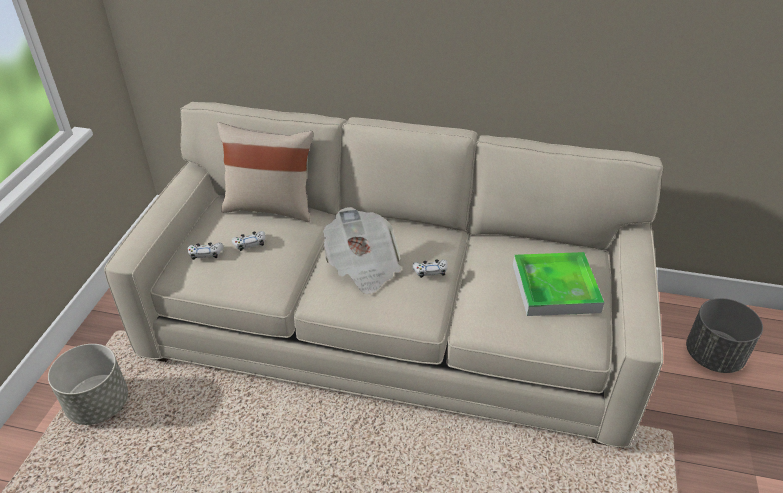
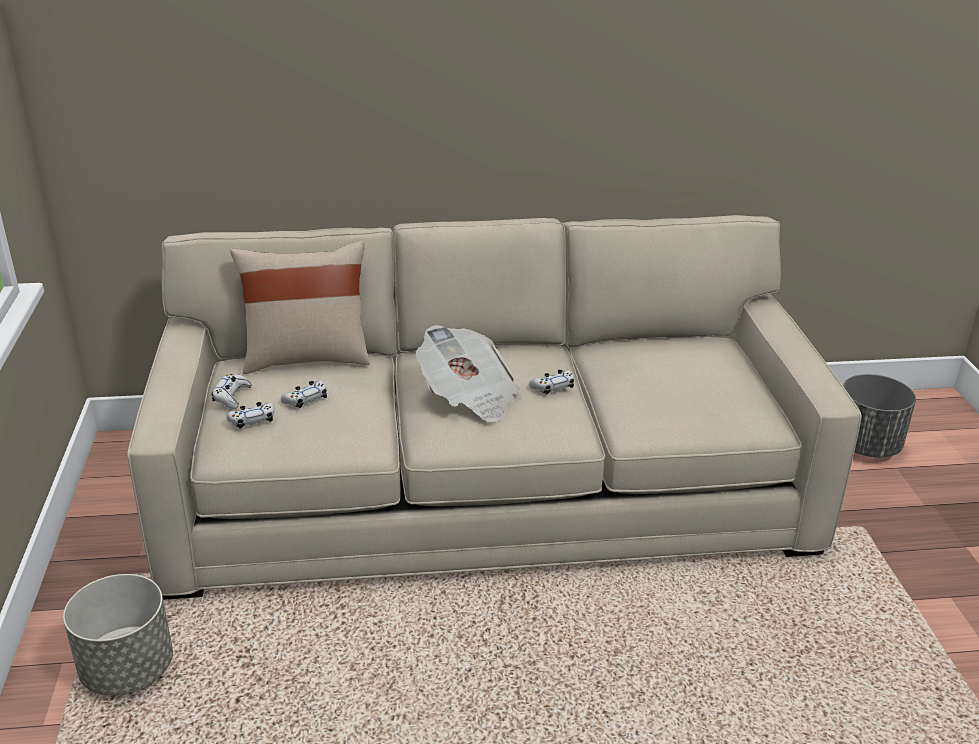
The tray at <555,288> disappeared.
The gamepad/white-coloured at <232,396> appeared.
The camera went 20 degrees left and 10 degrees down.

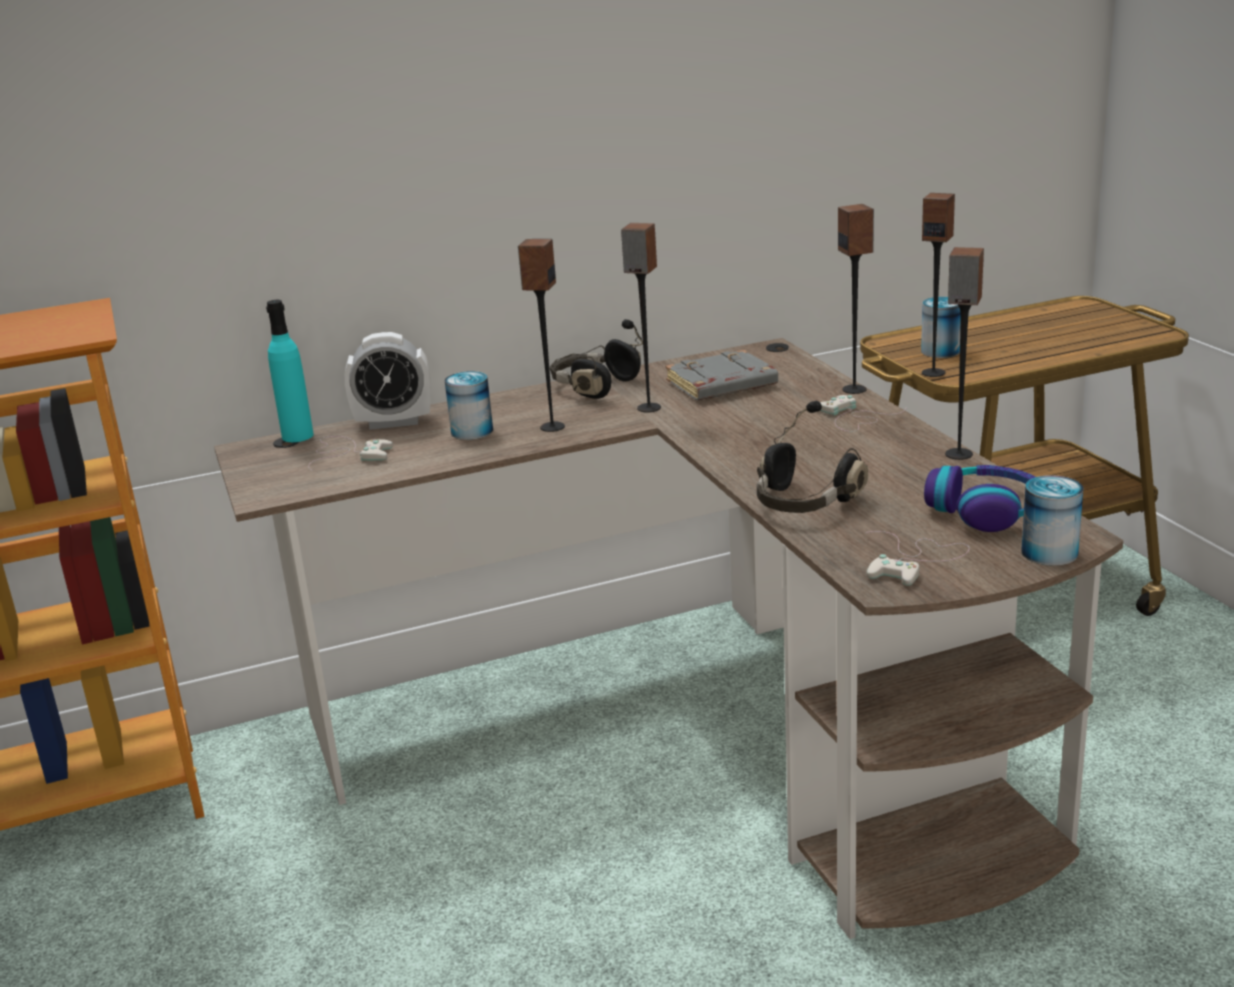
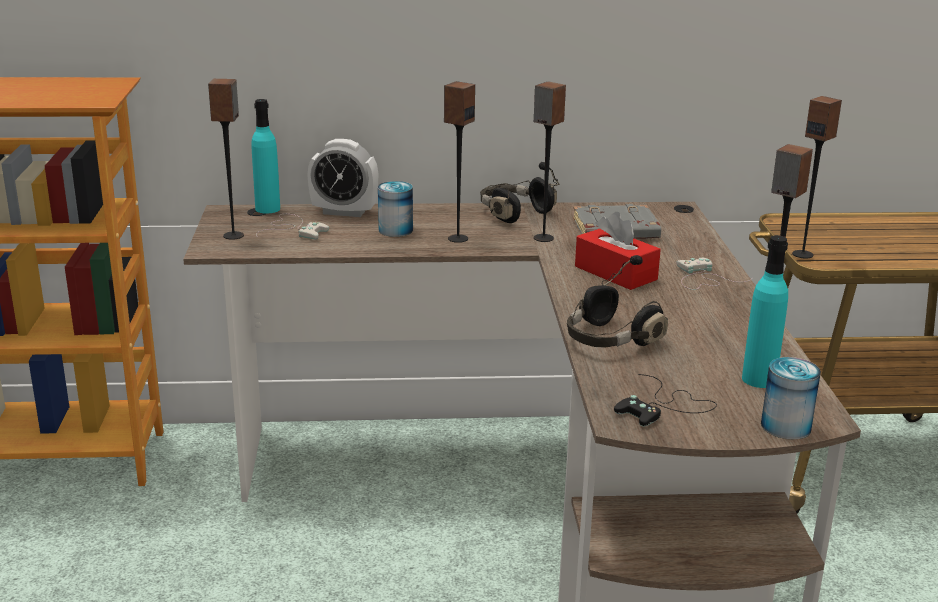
The loudspeaker moved from <855,389> to <234,236>.
The can at <940,351> disappeared.
The pair of headphones at <988,511> was replaced by the drink bottle/blue-green at <759,379>.
The gamepad/white-coloured at <915,561> became the gamepad/blackish at <665,407>.
The box of tissues/reddish at <615,273> appeared.
The camera went 15 degrees right and 0 degrees up.

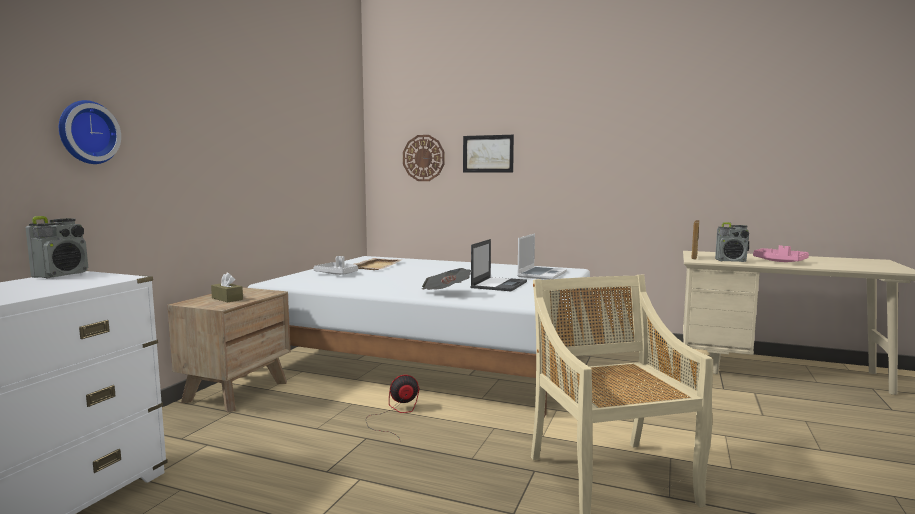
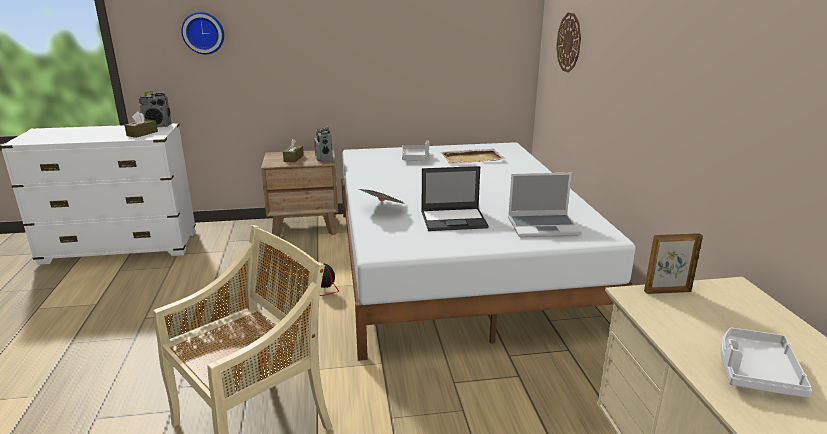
The picture at <488,154> disappeared.
The radio set moved from <731,261> to <324,159>.
The tray/pinkish at <779,261> became the tray/greyish at <755,371>.
The box of tissues/brown-coloured at <142,133> appeared.
The camera went 60 degrees right and 15 degrees up.

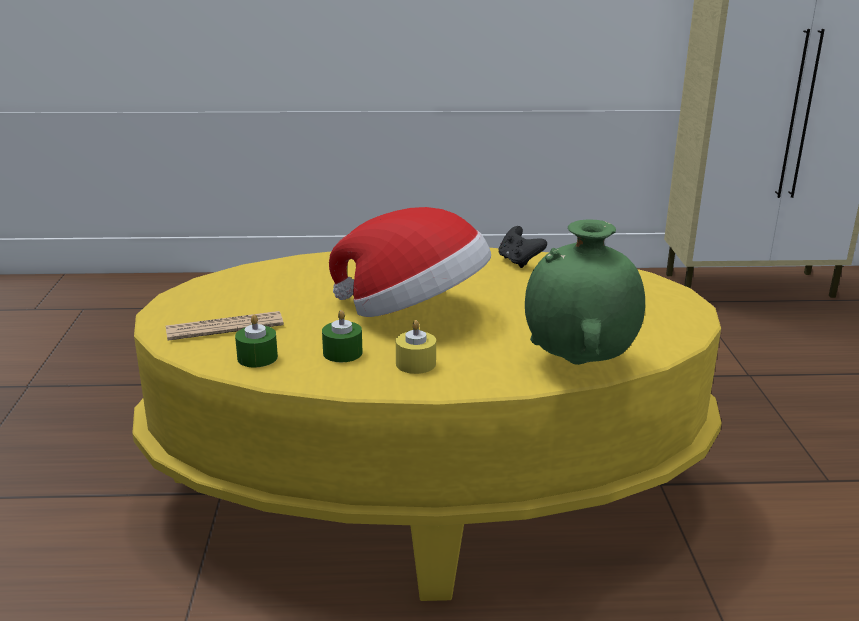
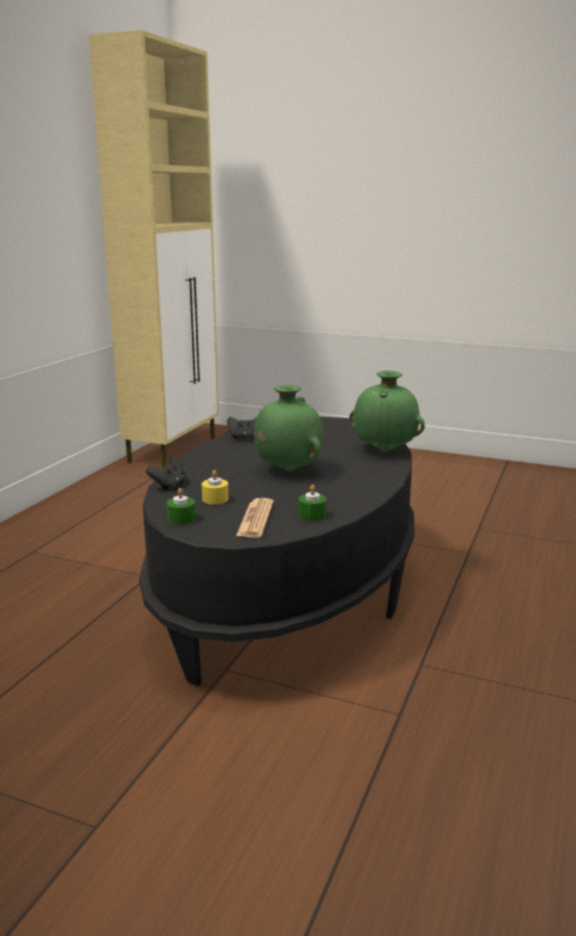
The hat at <414,311> was replaced by the flower vase/green-coloured at <288,470>.
The lounge table/yellow at <428,487> became the lounge table/blackish at <288,593>.
The wax light/green-coloured moved from <342,353> to <181,519>.
The wax light/yellow moved from <415,363> to <215,499>.
The gamepad/blackish at <169,485> appeared.
The camera went 65 degrees left and 5 degrees down.

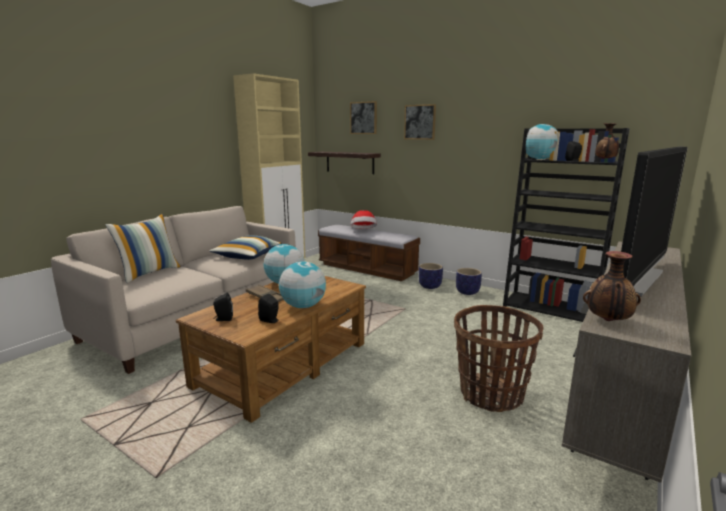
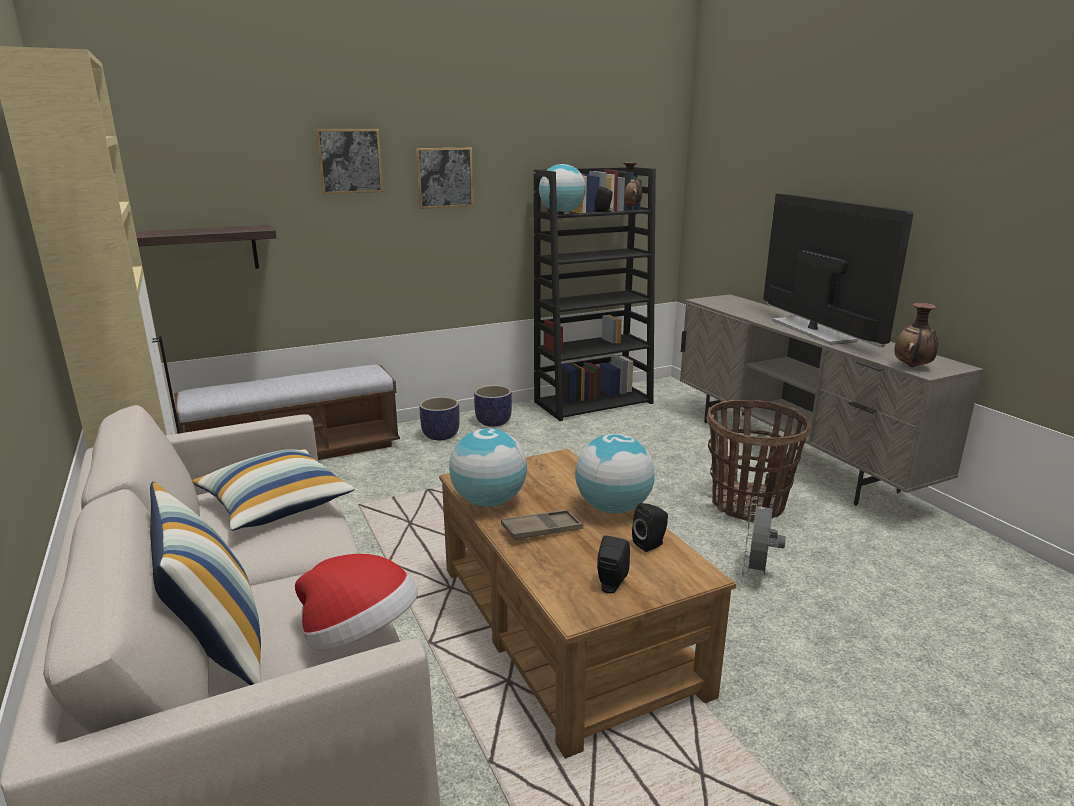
The picture moved from <363,118> to <444,177>.
The hat moved from <363,231> to <360,636>.
The cooling fan/greyish at <756,572> appeared.
The camera went 60 degrees left and 5 degrees up.

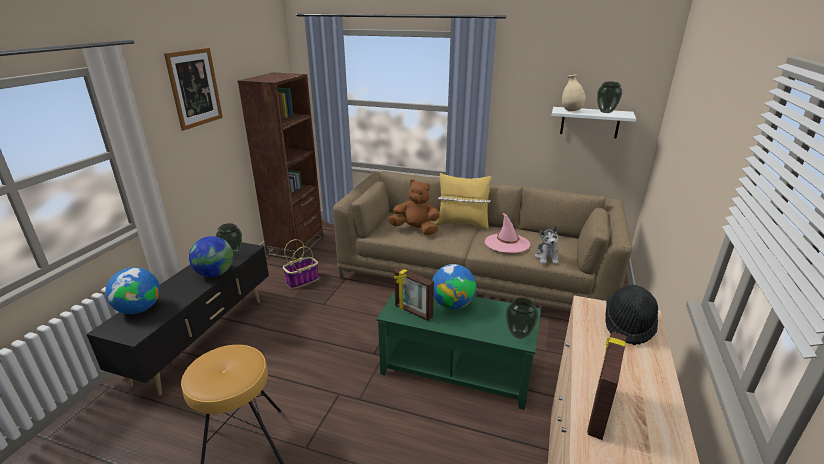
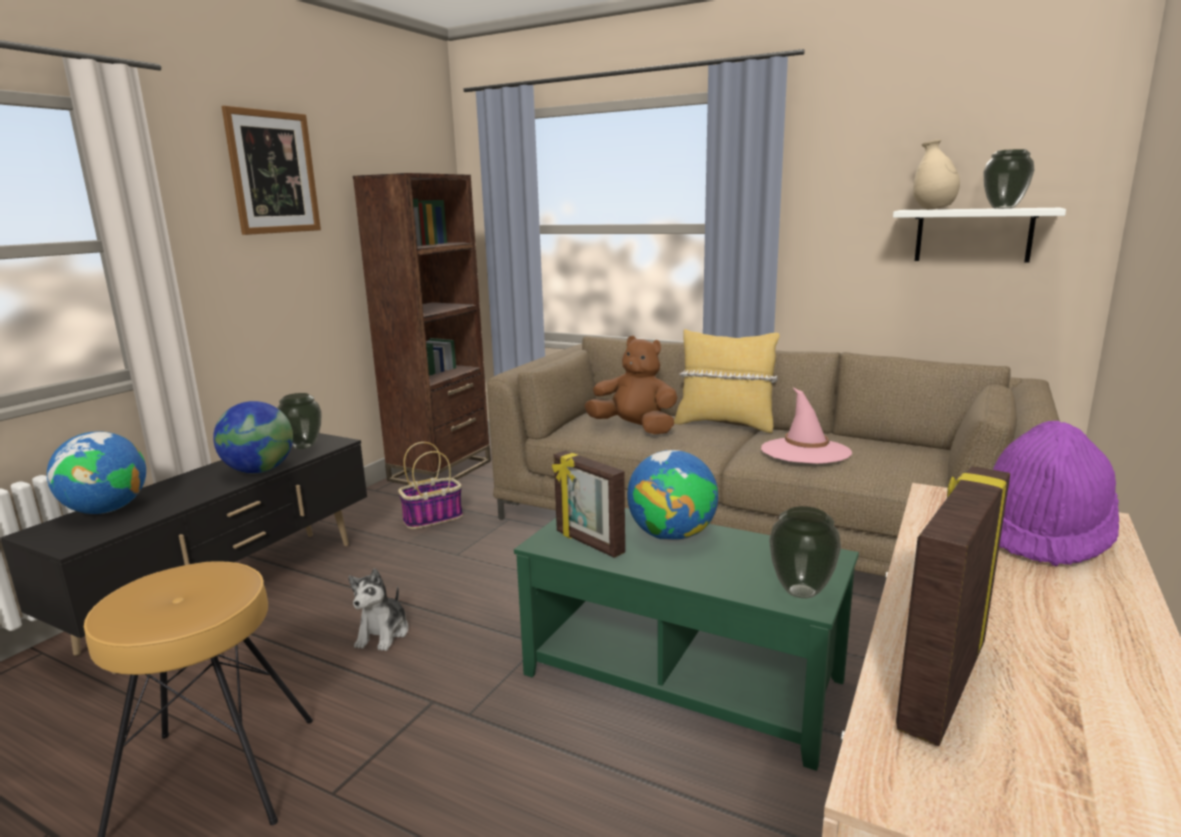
The plush toy moved from <546,257> to <383,634>.
The hat/blackish at <628,325> became the hat/purple at <1042,533>.
The camera went 10 degrees right and 10 degrees down.

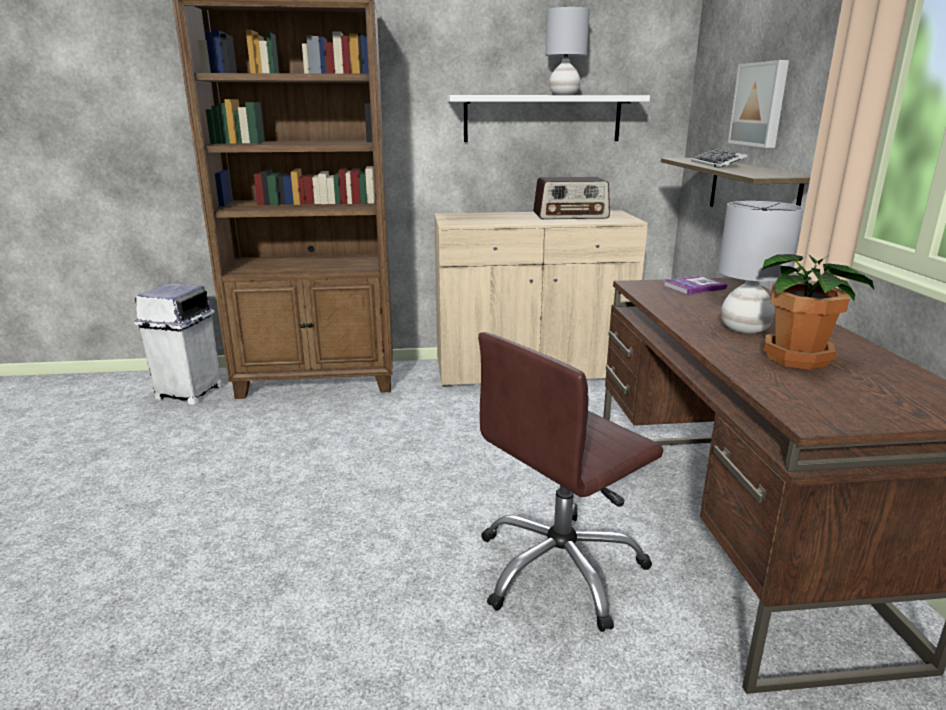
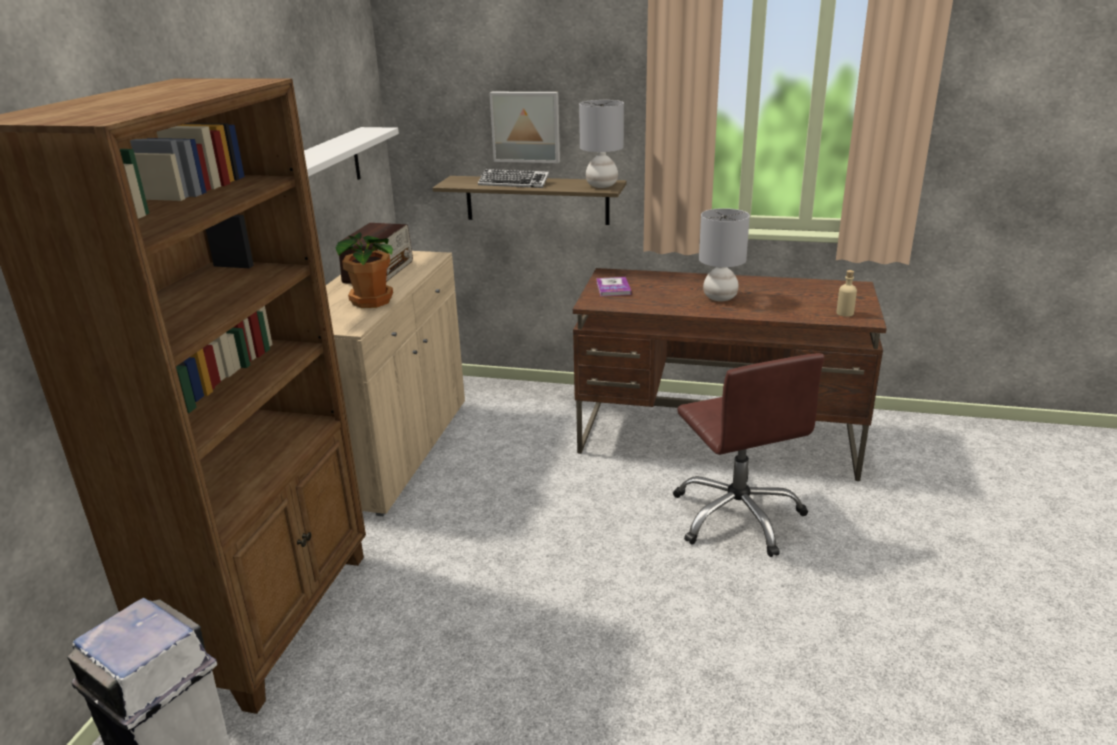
The lamp for a table/greyish moved from <564,94> to <601,185>.
The plant in a pot moved from <799,359> to <373,300>.
The drink bottle/sand-coloured at <844,313> appeared.
The camera went 70 degrees left and 5 degrees up.

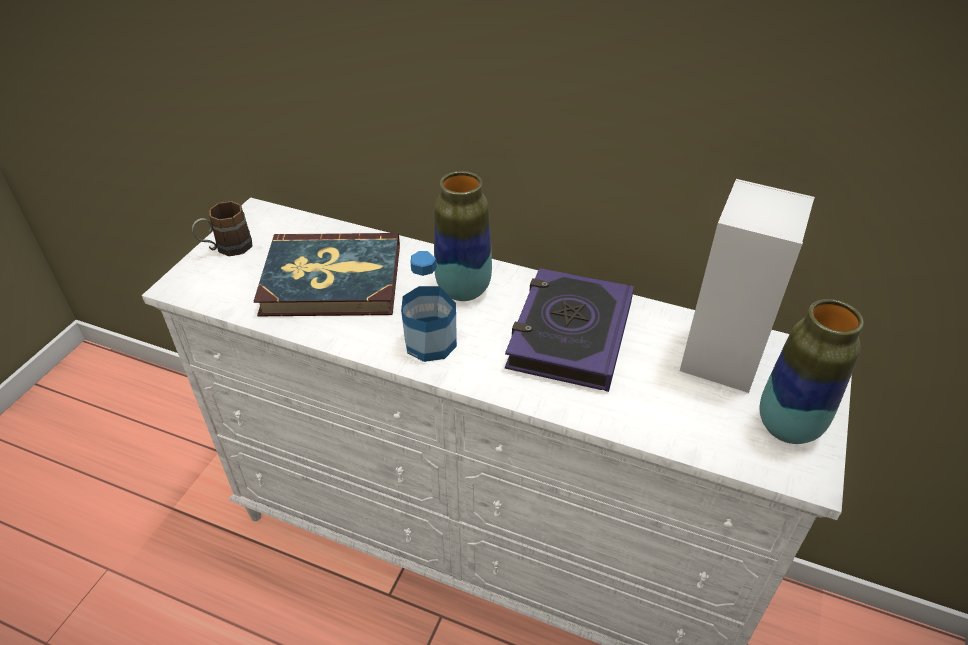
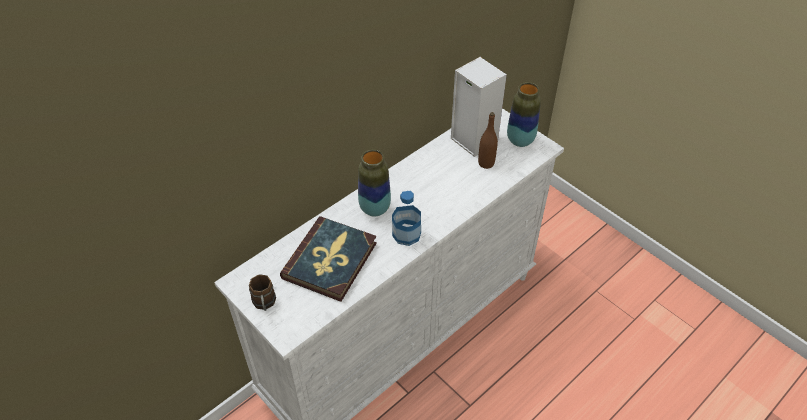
The book at <569,335> disappeared.
The drink bottle/brown-coloured at <486,163> appeared.
The camera went 65 degrees left and 5 degrees up.

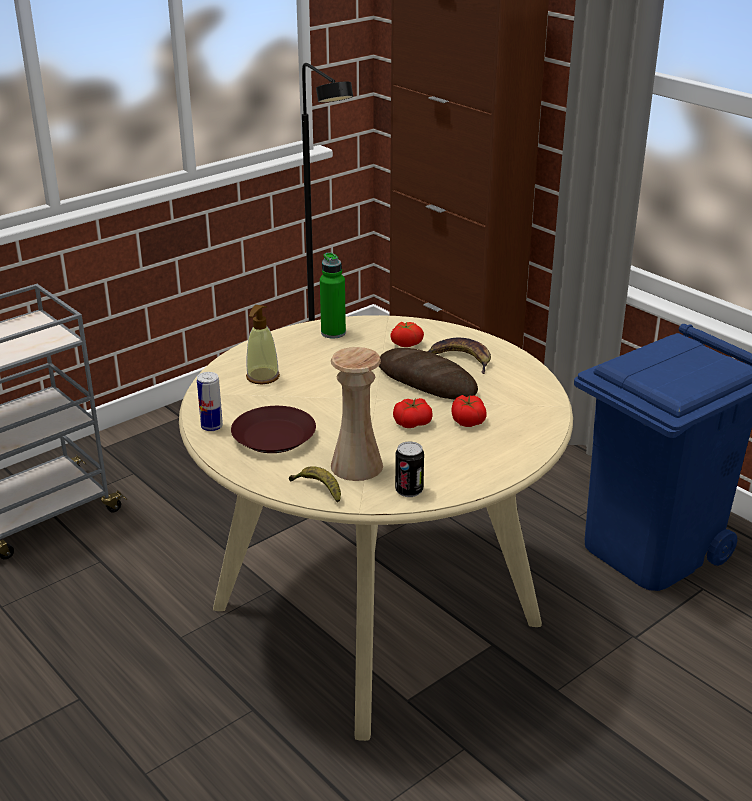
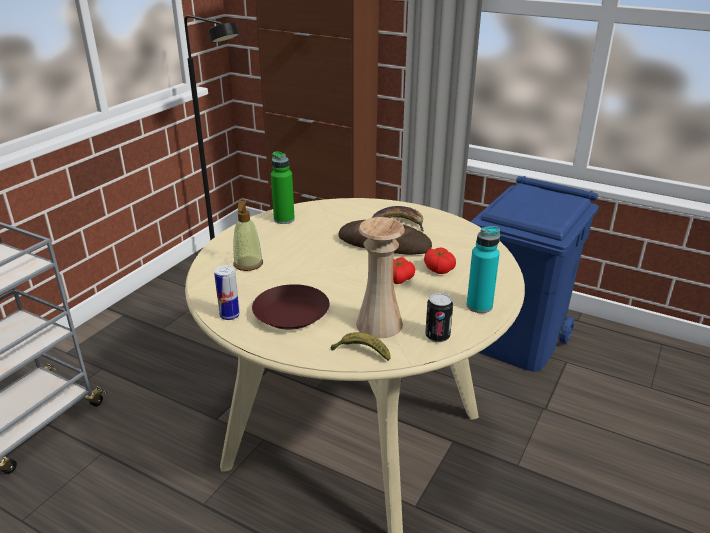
The whole tomato at <406,343> disappeared.
The drink bottle/blue-green at <479,306> appeared.
The camera went 20 degrees left and 0 degrees up.

